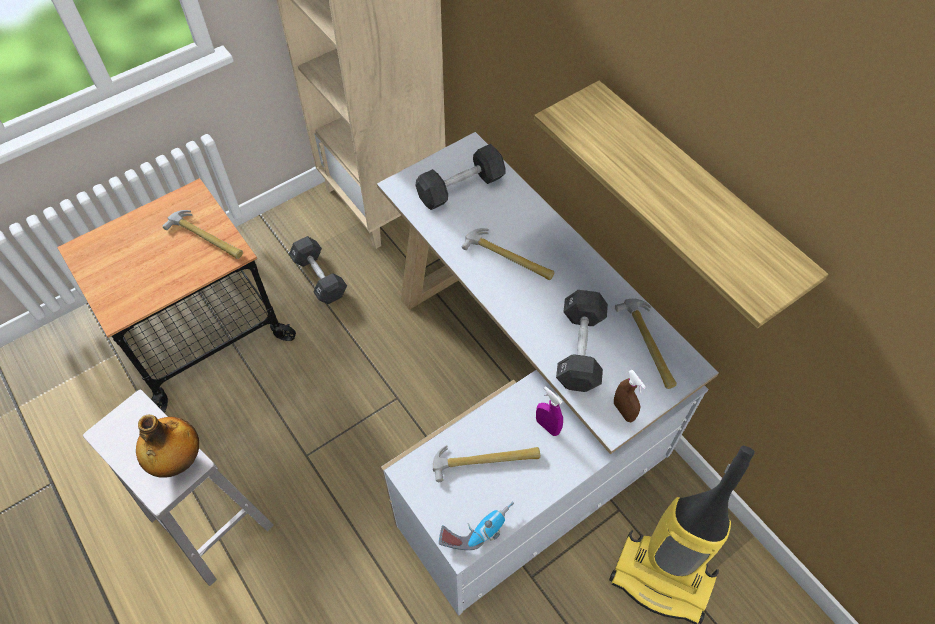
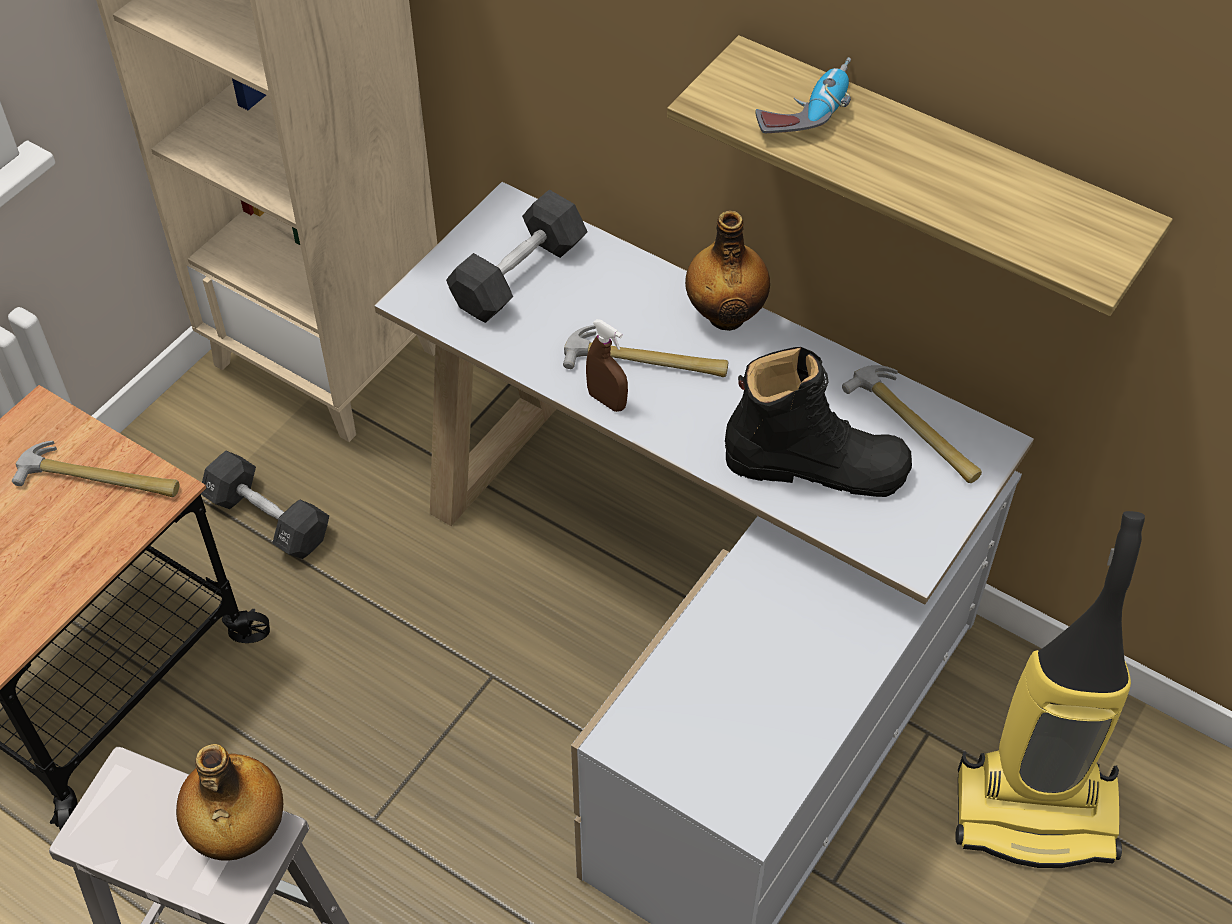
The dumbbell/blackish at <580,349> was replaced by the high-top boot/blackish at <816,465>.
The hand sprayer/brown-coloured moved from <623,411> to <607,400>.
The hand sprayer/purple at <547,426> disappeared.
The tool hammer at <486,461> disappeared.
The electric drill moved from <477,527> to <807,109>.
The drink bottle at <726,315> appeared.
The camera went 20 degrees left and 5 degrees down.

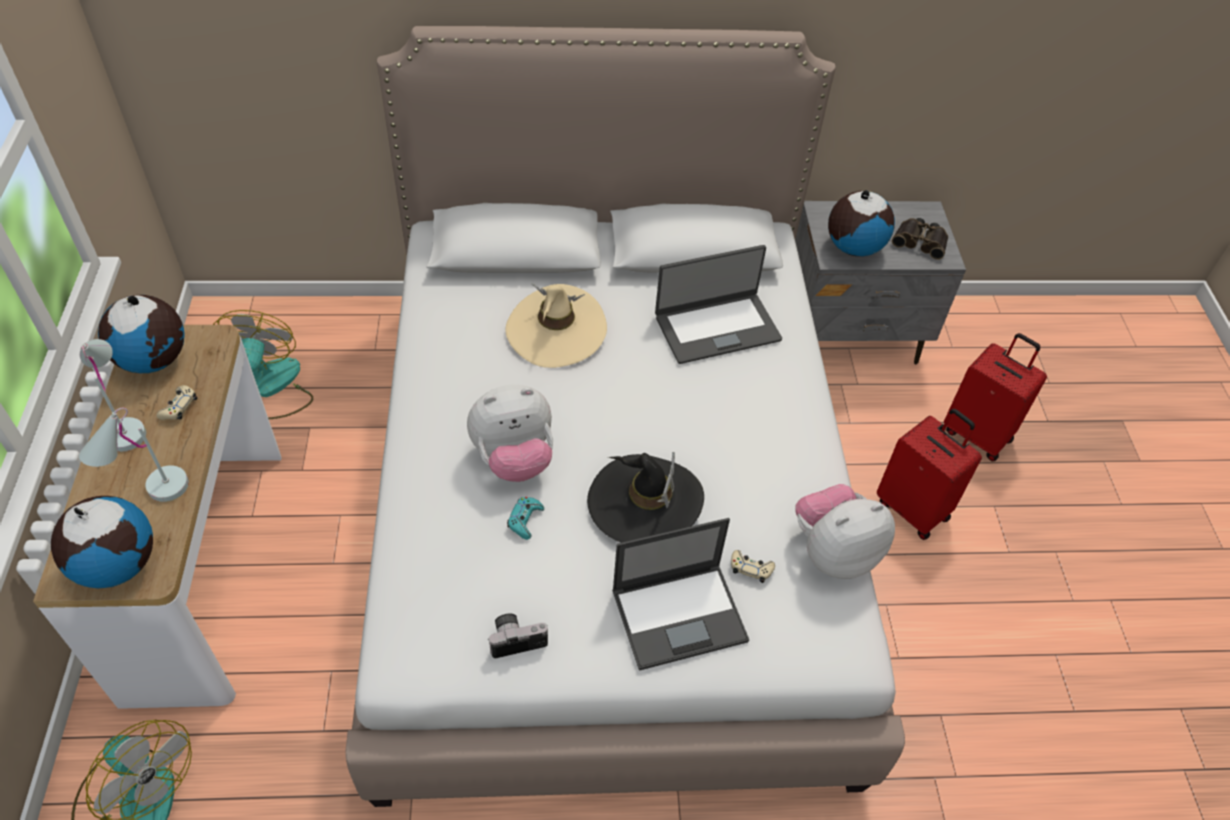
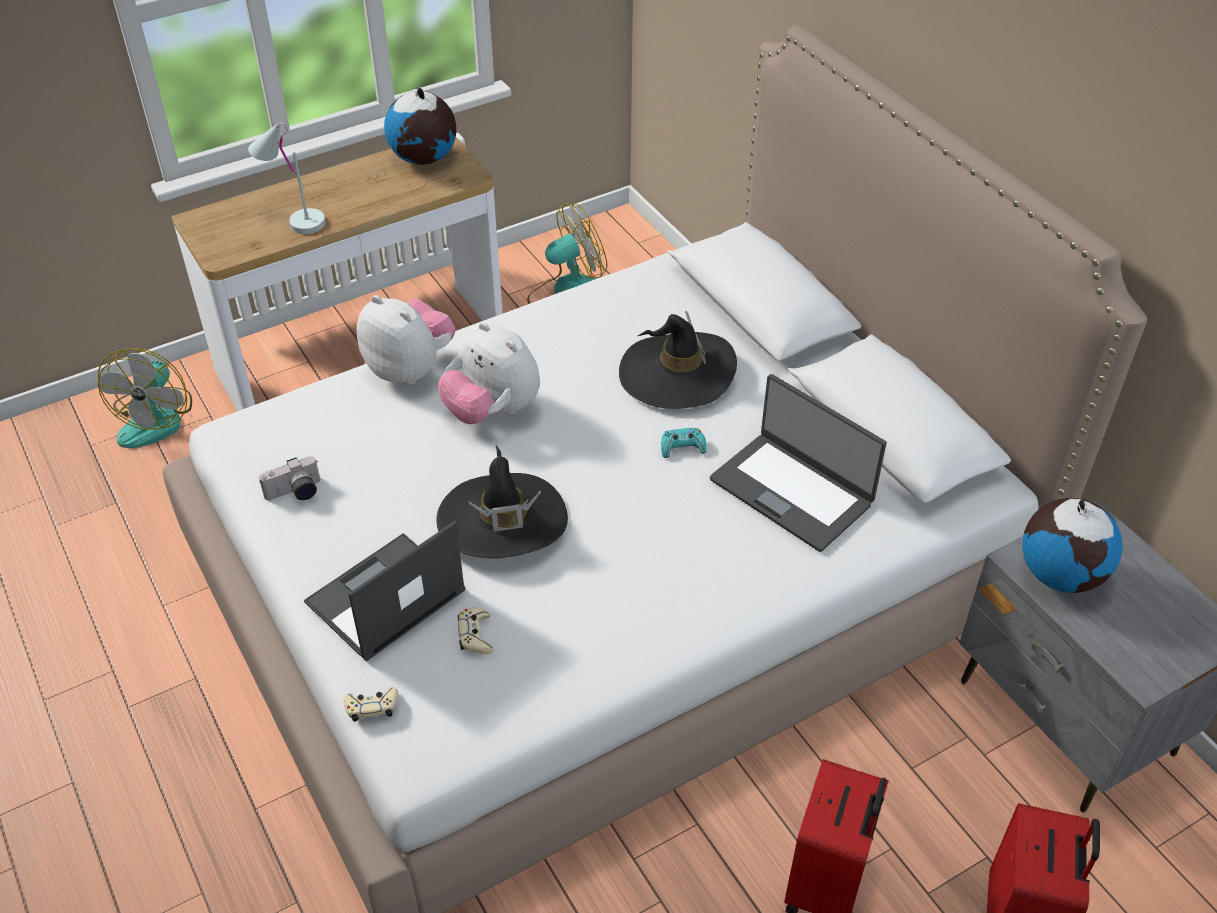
The pair of binoculars at <920,241> disappeared.
The hat/sand-coloured at <556,330> became the hat/blackish at <677,373>.
The lamp for a table/white-coloured at <125,423> disappeared.
The gamepad/sand-coloured moved from <179,407> to <372,707>.
The plush toy moved from <833,552> to <410,369>.
The globe at <117,564> disappeared.
The gamepad/blue-green moved from <525,520> to <682,447>.
The portable computer at <680,615> turned 90 degrees clockwise.
The still camera at <517,638> turned 105 degrees clockwise.
The camera went 65 degrees right and 5 degrees down.

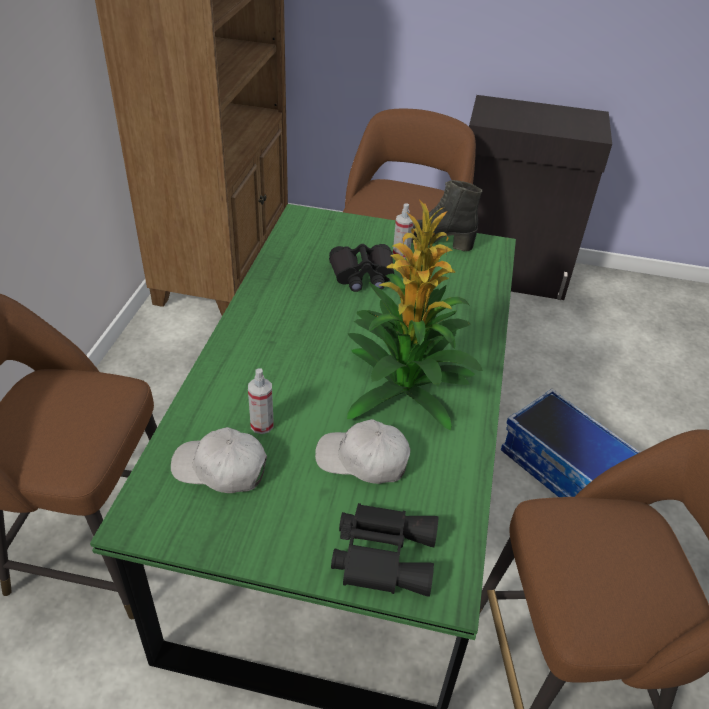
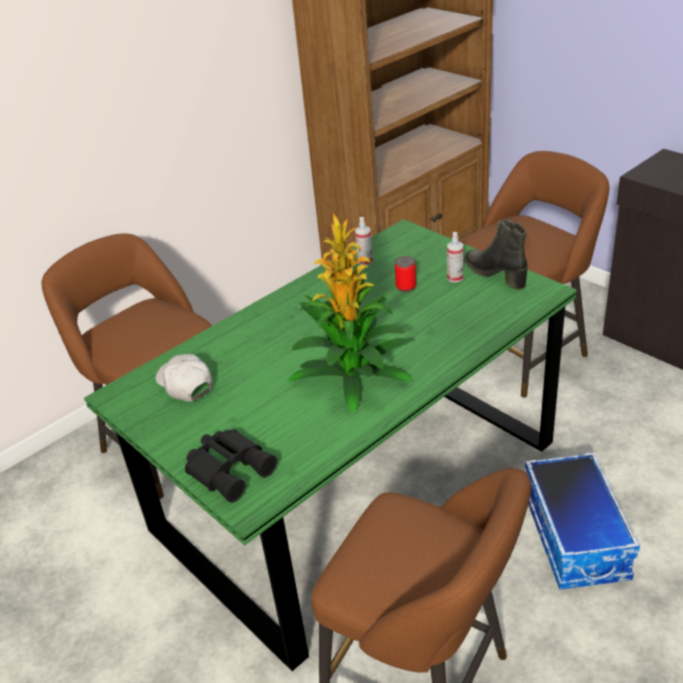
The pair of binoculars/blackish at <362,275> was replaced by the can at <406,287>.
The hand sprayer moved from <262,425> to <365,261>.
The baseball cap/white-coloured at <363,460> disappeared.
The camera went 40 degrees right and 5 degrees down.

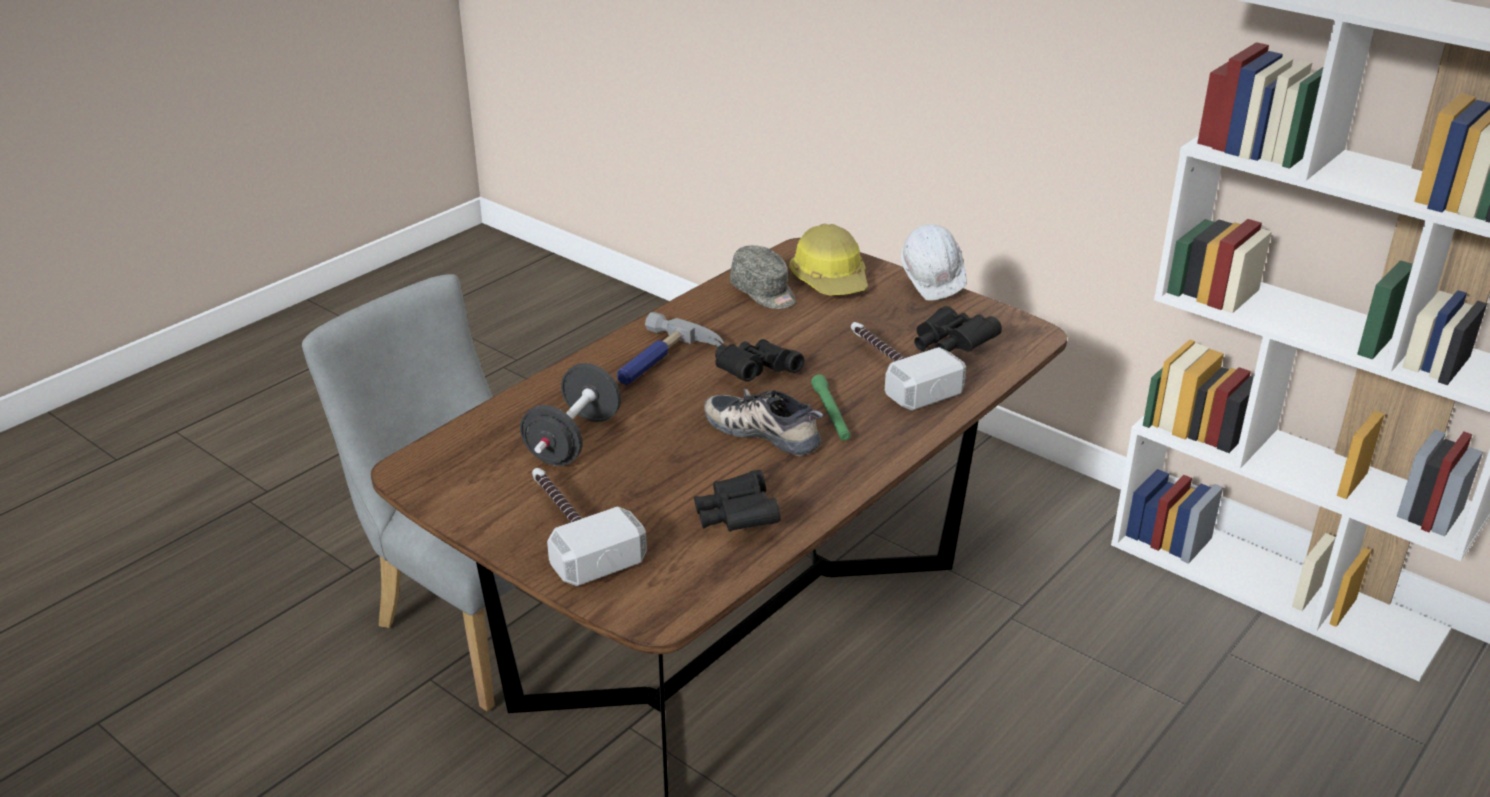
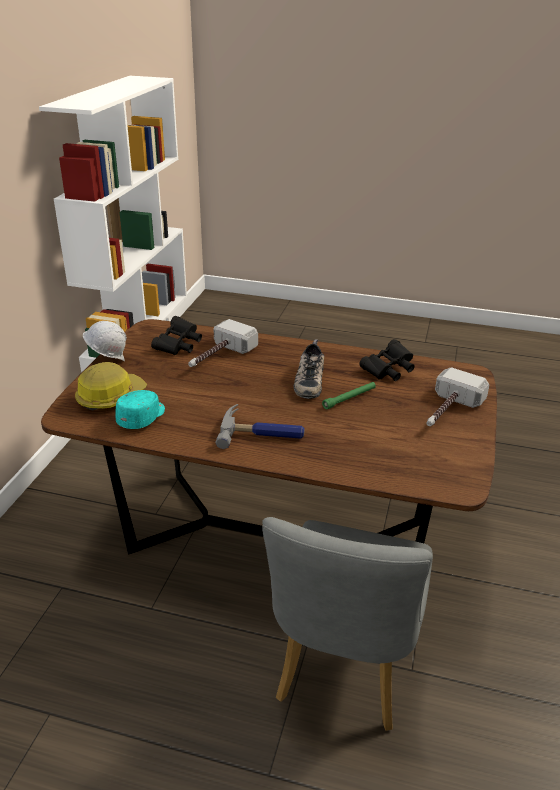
The baseball cap/greyish at <764,292> became the baseball cap/blue-green at <142,417>.
The pair of binoculars/blackish at <754,374> disappeared.
The dumbbell/blackish at <573,440> disappeared.
The hand torch/green-coloured moved from <831,414> to <349,398>.
The camera went 115 degrees left and 0 degrees up.

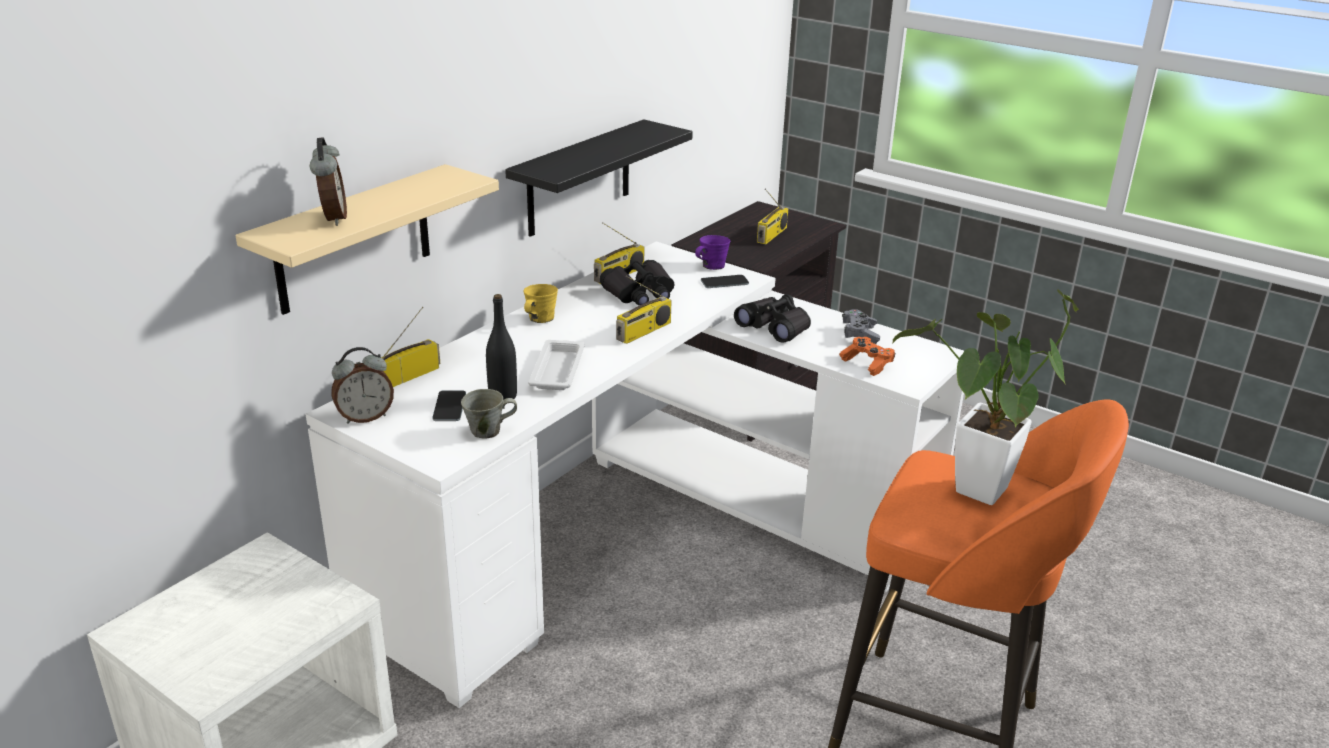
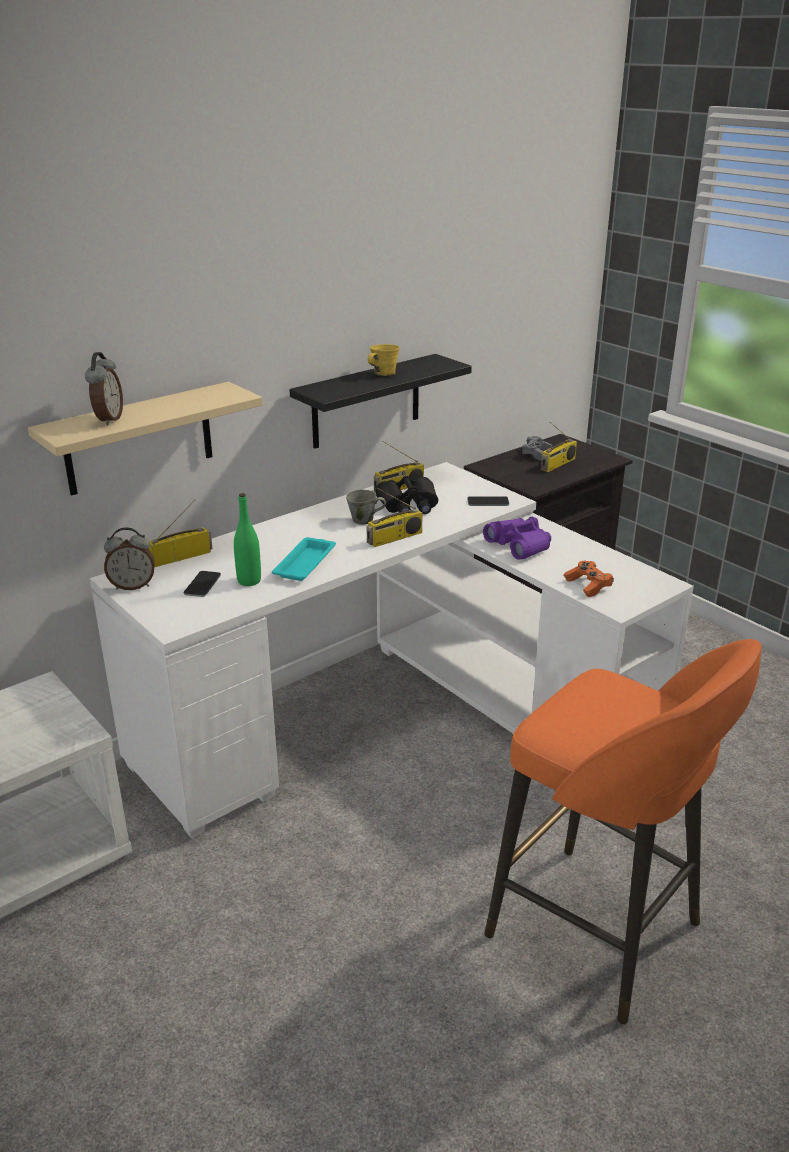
The mug/purple at <711,267> disappeared.
The mug/yellow moved from <540,319> to <383,374>.
The plant in a pot at <975,496> disappeared.
The drink bottle/blackish at <503,396> became the drink bottle/green-coloured at <249,581>.
The pair of binoculars/blackish at <775,327> became the pair of binoculars/purple at <519,545>.
The gamepad/greyish moved from <859,334> to <536,454>.
The tray/white-coloured at <558,369> became the tray/blue-green at <305,563>.
The mug/greyish moved from <488,431> to <364,520>.
The camera went 15 degrees right and 0 degrees up.

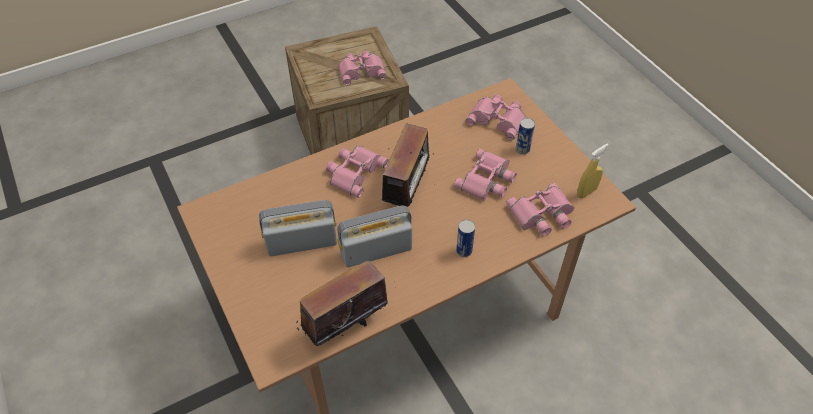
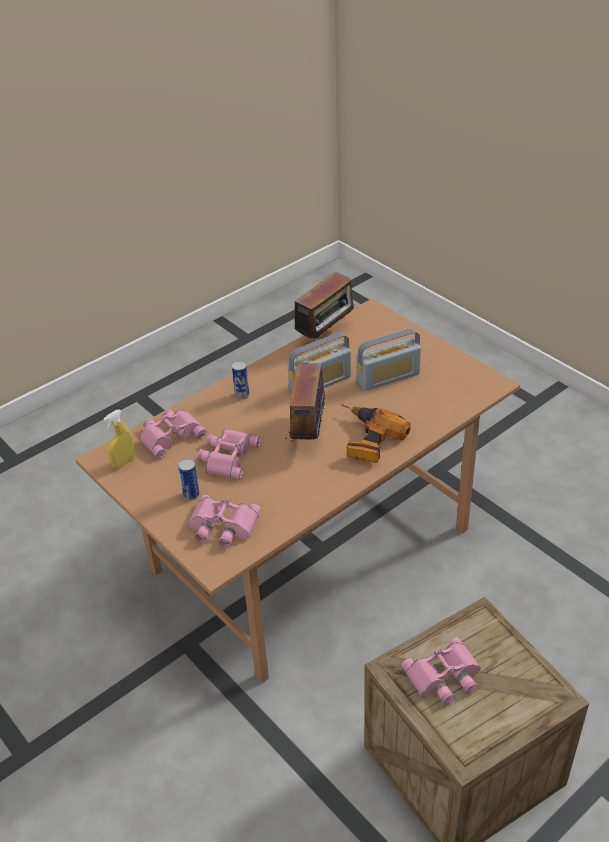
The pair of binoculars/pinkish at <354,172> was replaced by the electric drill at <367,440>.
The camera went 170 degrees right and 10 degrees down.

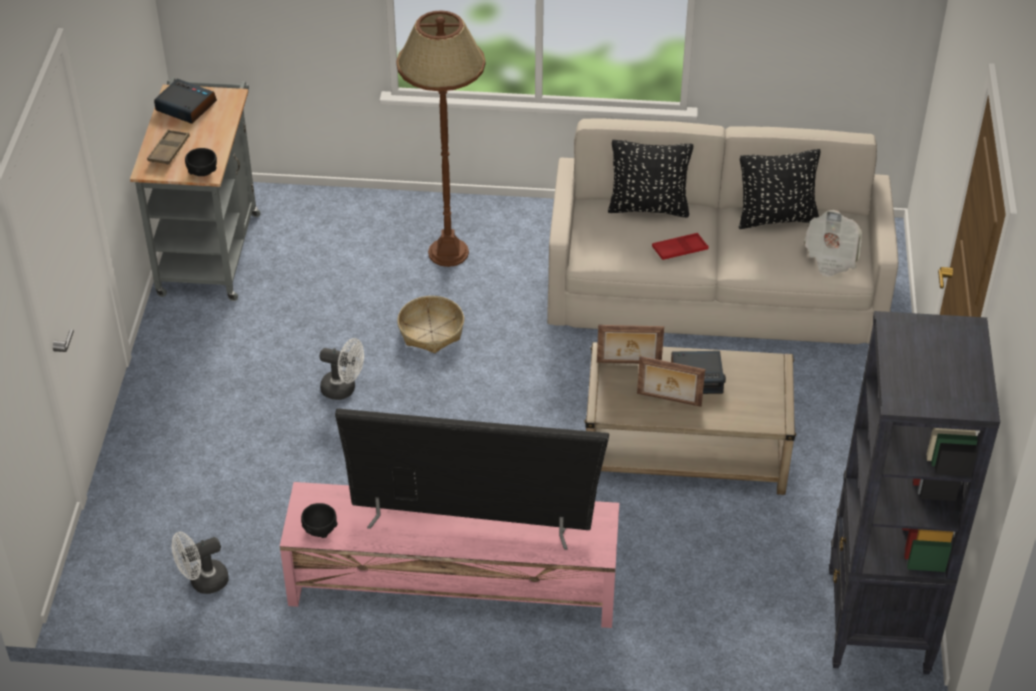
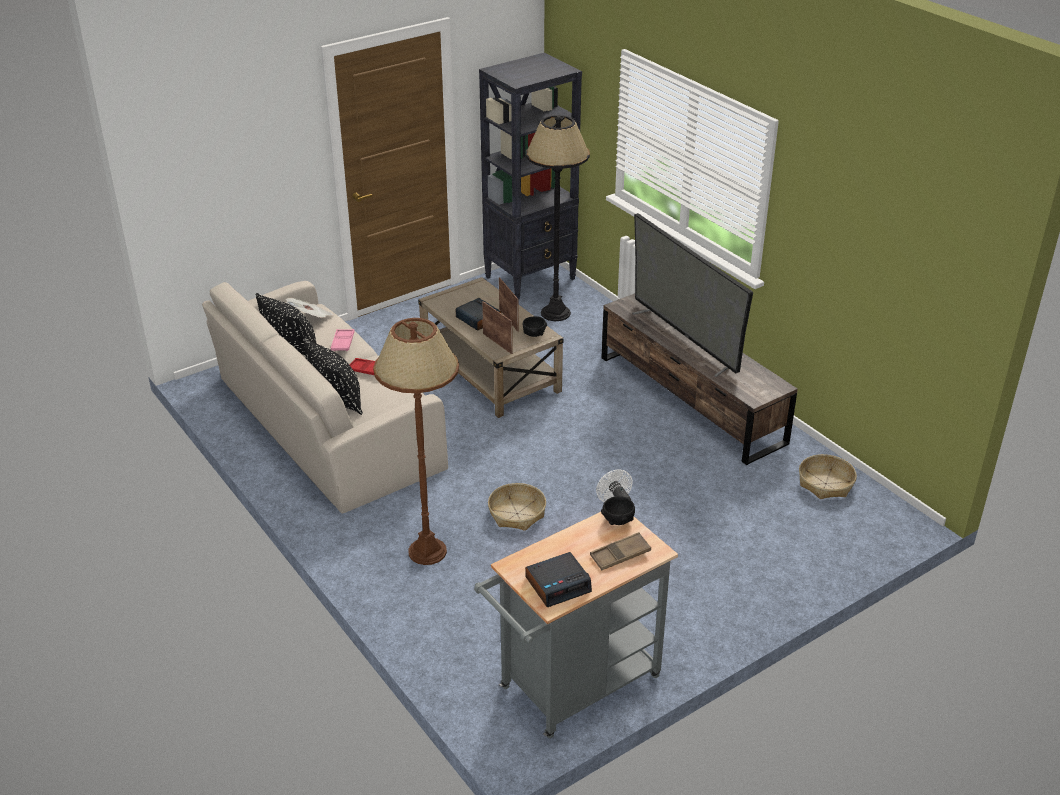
The alarm clock at <185,106> turned 105 degrees counterclockwise.
The media console/pinkish at <452,583> became the media console/brown-coloured at <691,399>.
The bowl/blackish moved from <319,529> to <534,334>.
The cooling fan/white-coloured at <203,582> was replaced by the storage basket at <825,483>.
The standard lamp/blackish at <555,313> appeared.
The tray/pinkish at <343,343> appeared.
The camera went 130 degrees left and 10 degrees down.

